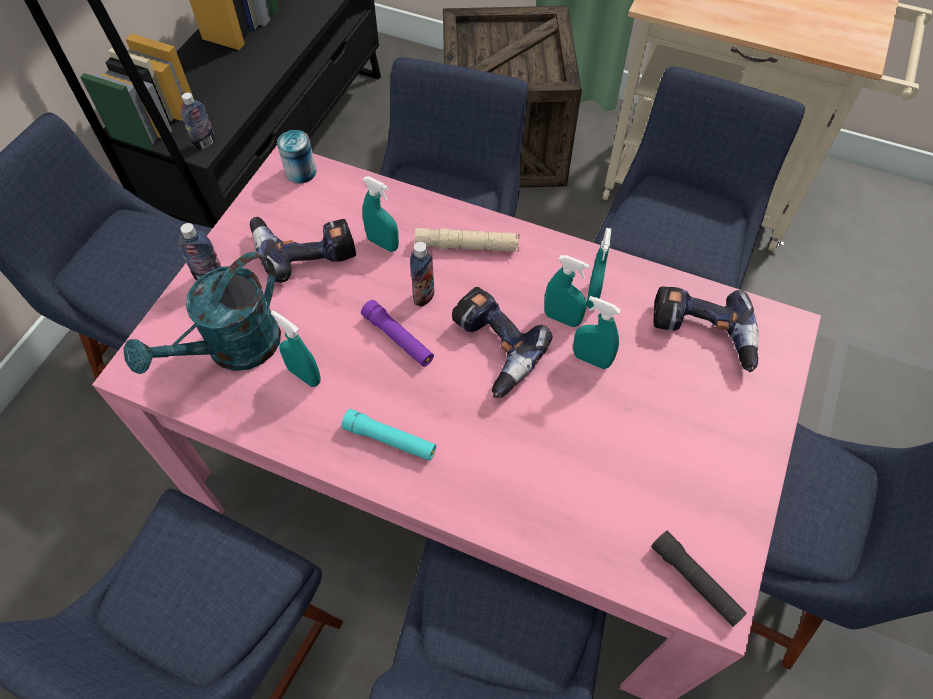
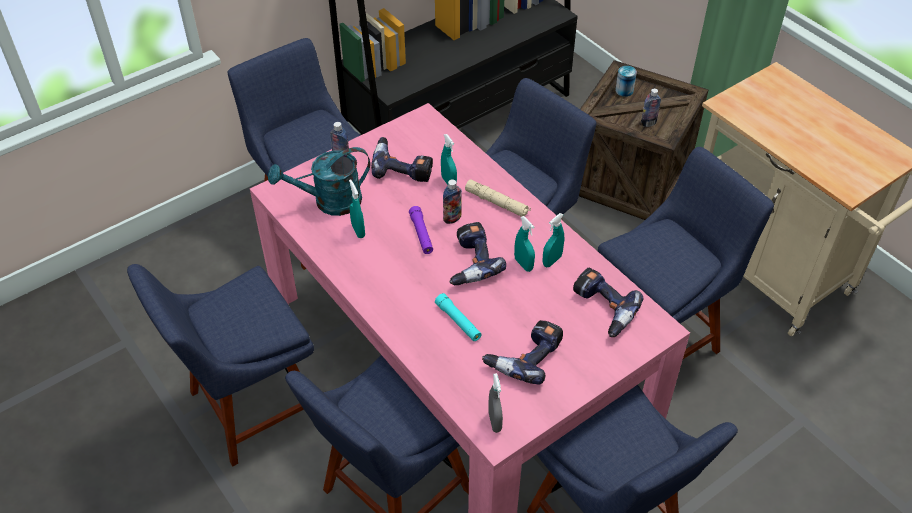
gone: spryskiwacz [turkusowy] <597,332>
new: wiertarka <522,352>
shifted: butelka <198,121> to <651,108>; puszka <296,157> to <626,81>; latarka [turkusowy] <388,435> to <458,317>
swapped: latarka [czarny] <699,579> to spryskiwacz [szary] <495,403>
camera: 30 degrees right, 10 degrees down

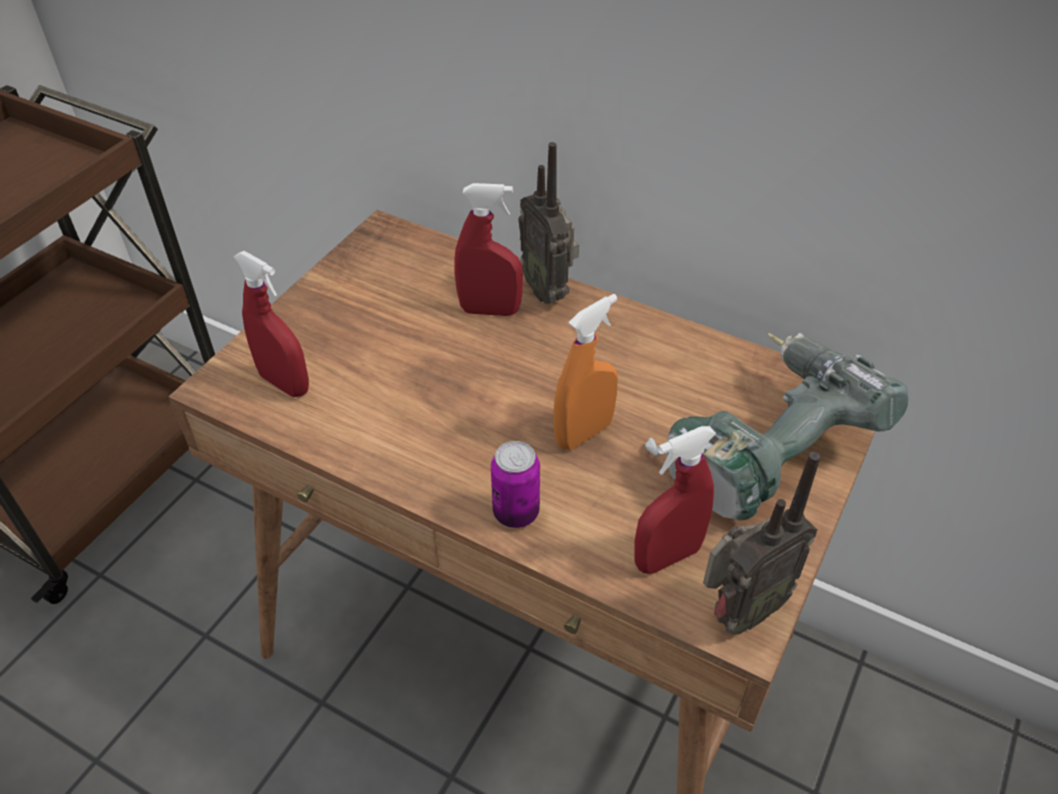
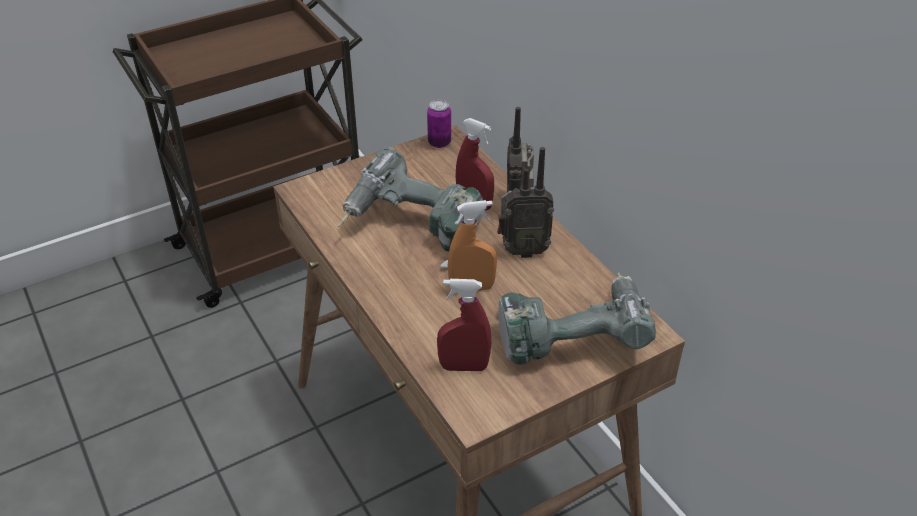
gone: spryskiwacz [czerwony] <271,324>
new: wiertarka <410,208>
shifted: puszka <515,484> to <439,124>; radio <762,543> to <525,202>
camera: 30 degrees right, 5 degrees down

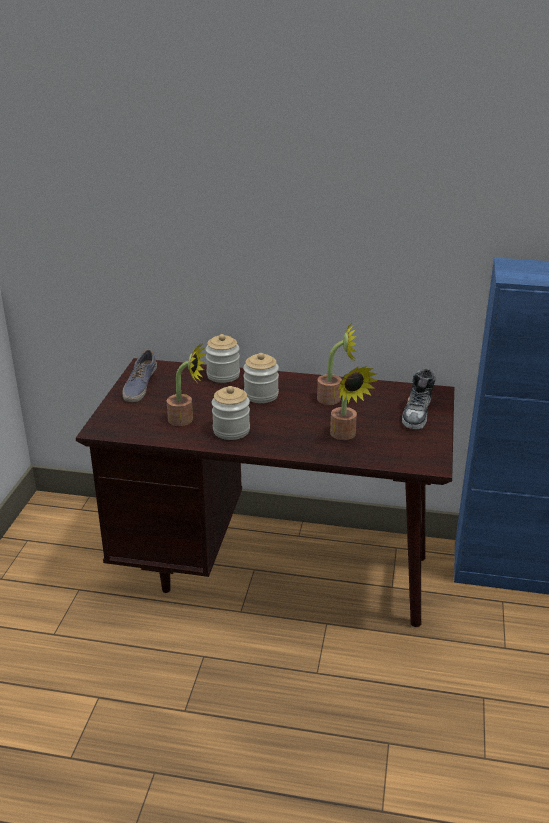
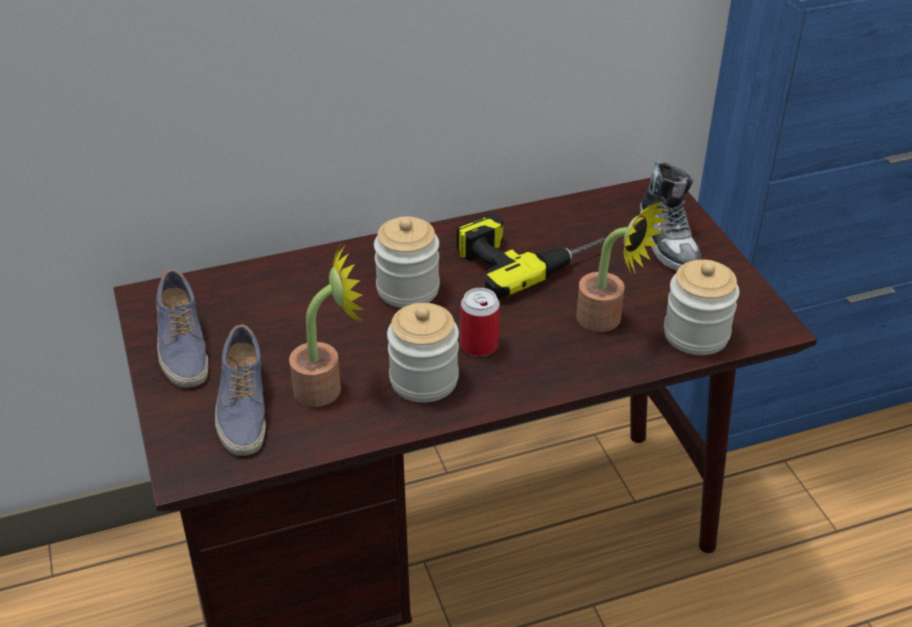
new: but <240,390>; puszka <480,322>
shifted: słoik <222,358> to <702,307>
swapped: roślina doniczkowa <337,364> to wiertarka <531,255>
camera: 30 degrees left, 10 degrees up

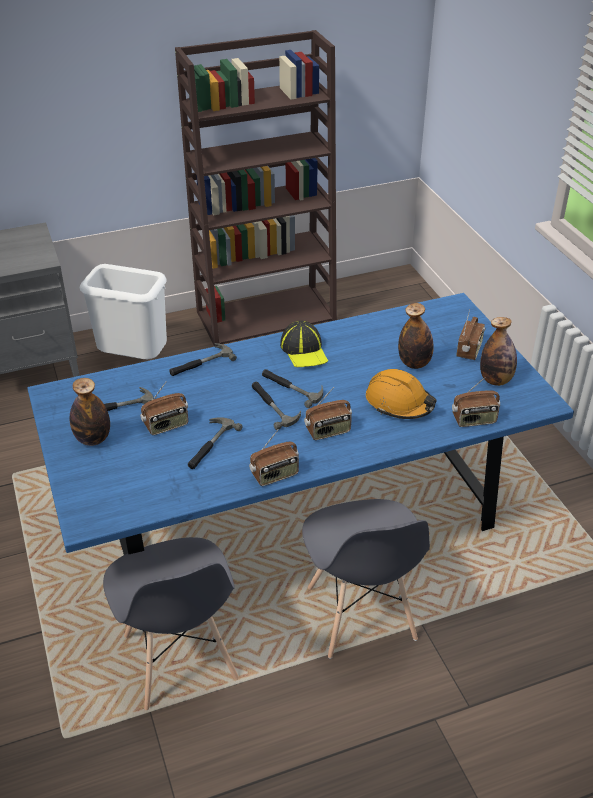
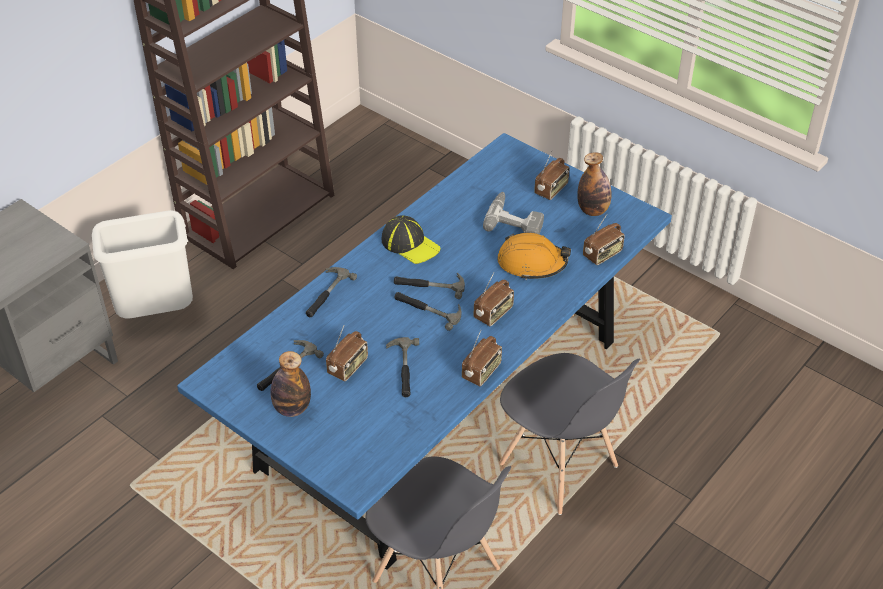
swapped: butelka <416,336> to wiertarka <513,213>
rotated: radio <470,334> = <552,175> 45 degrees clockwise
camera: 30 degrees left, 5 degrees up

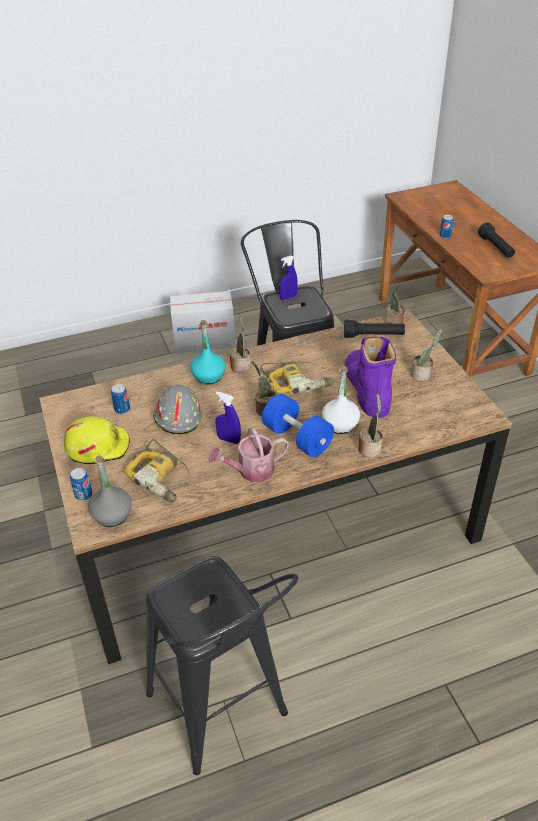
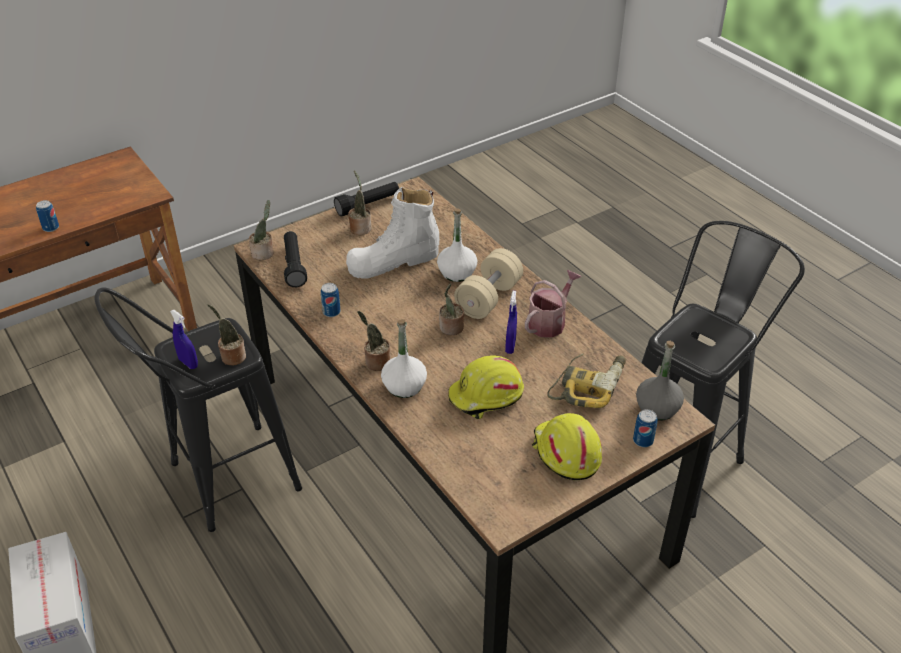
gone: wiertarka <297,378>
shifted: puszka <120,399> to <331,300>; roślina doniczkowa <371,425> to <226,335>; latarka [czarny] <496,240> to <366,199>
repainted: kask [szary] <177,409> to kask [żółty] <486,387>; butelka [turkusowy] <208,352> to butelka [biały] <404,358>; hantel [niebieski] <298,425> to hantel [beżowy] <488,283>; but z cholewką [fioletowy] <370,377> to but z cholewką [biały] <392,233>
rotated: konewka <249,455> = <553,304> 105 degrees counterclockwise
camera: 105 degrees left, 0 degrees up

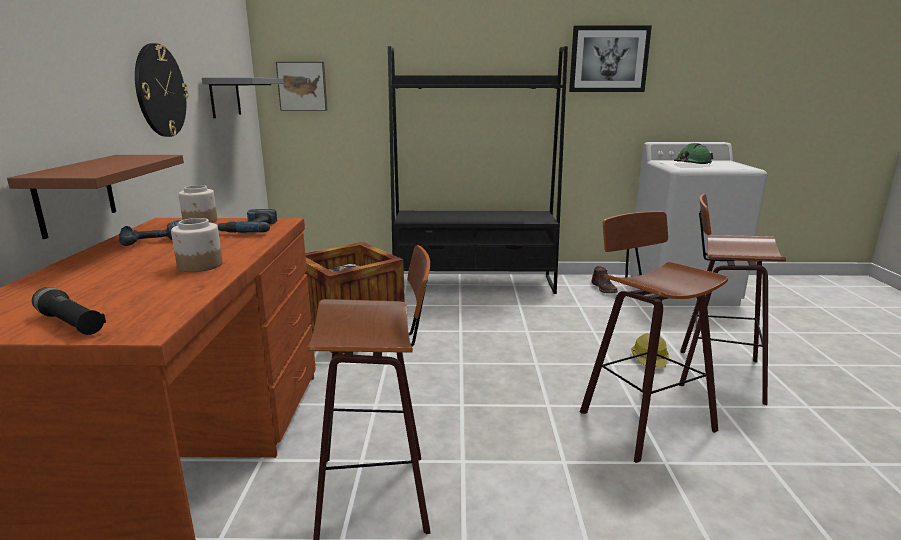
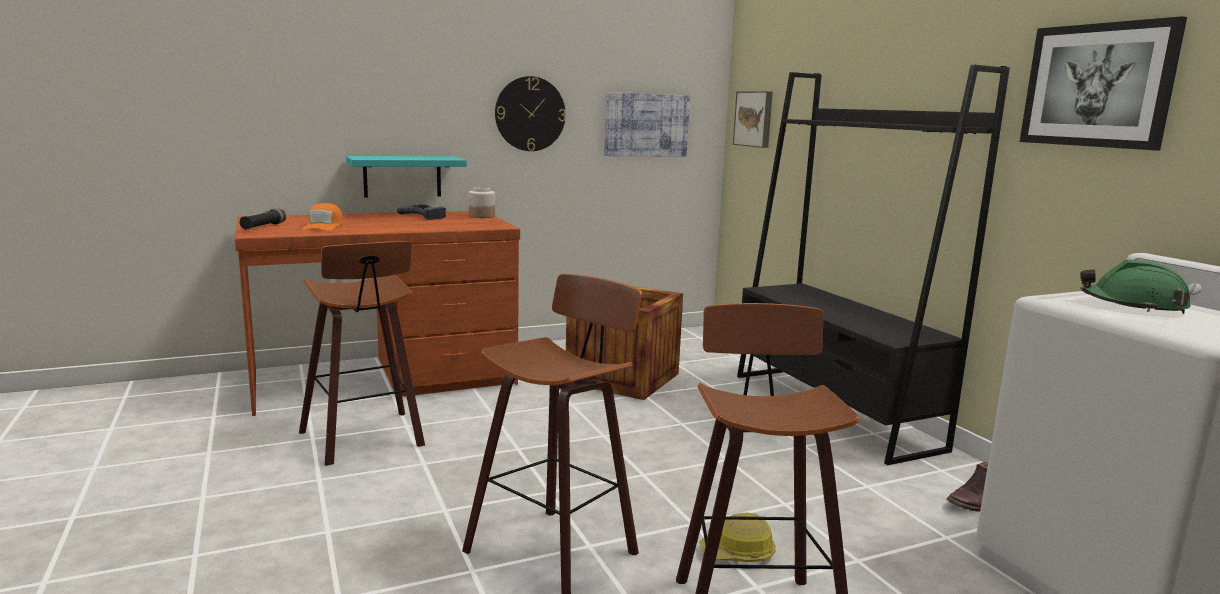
gone: słoik <197,245>; wiertarka <246,221>
new: czapka z daszkiem [pomarańczowy] <322,216>
swapped: półka [szary] <243,98> to obraz <647,124>
repainted: półka [brązowy] <95,197> to półka [turkusowy] <406,177>
camera: 65 degrees right, 5 degrees down

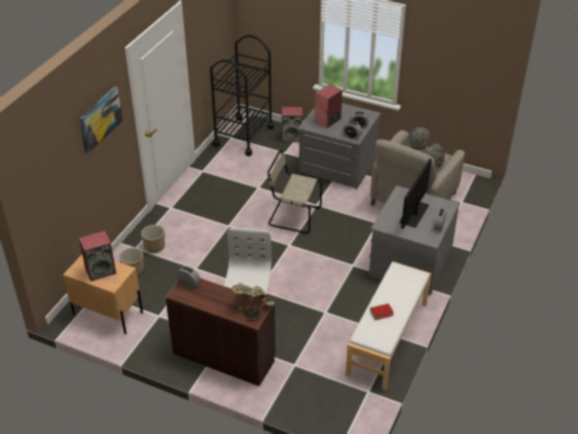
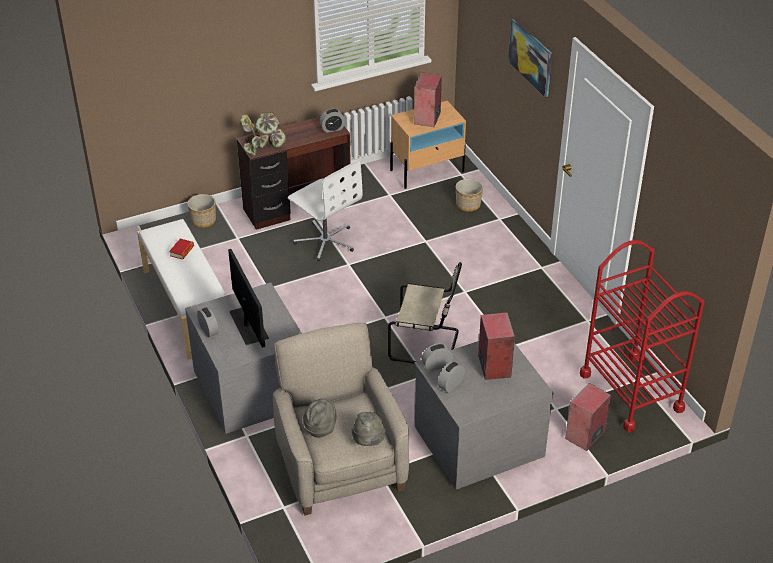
shifted: donica <153,239> to <201,211>
repainted: wózek [czarny] <242,95> to wózek [czerwony] <642,336>
rotated: krzesło [beżowy] <294,192> = <425,313> 45 degrees clockwise
camera: 130 degrees right, 0 degrees up

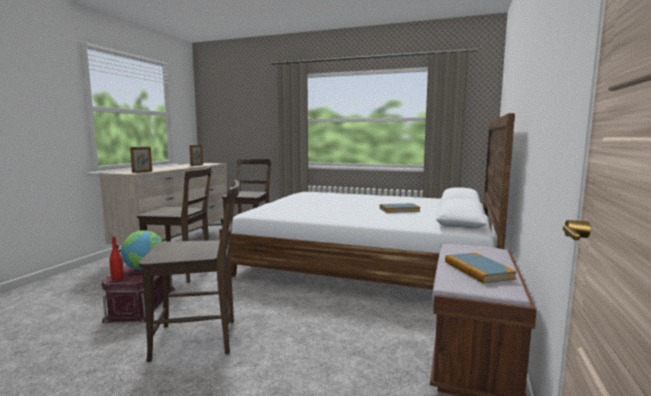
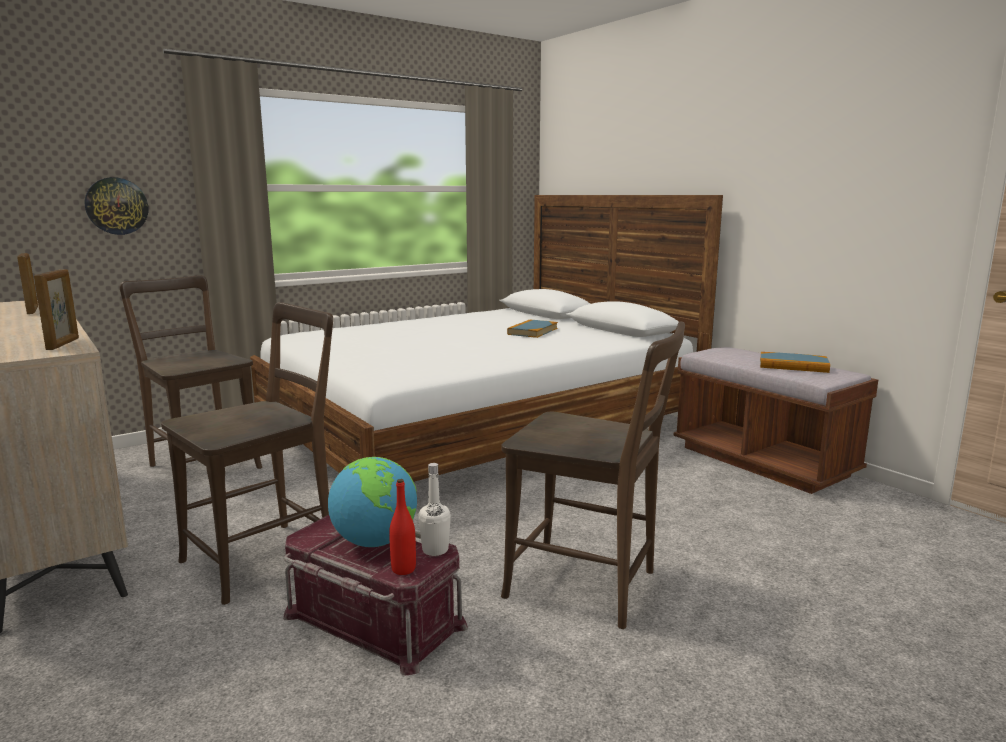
new: zegar ścienny <116,206>; butelka [biały] <434,509>
rotated: krzesło [brązowy] <189,271> = <593,475> 90 degrees clockwise
camera: 55 degrees left, 5 degrees up

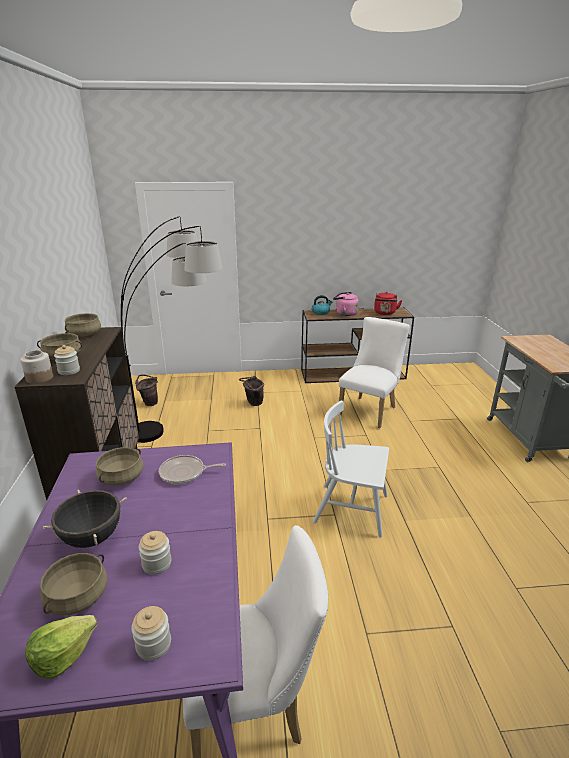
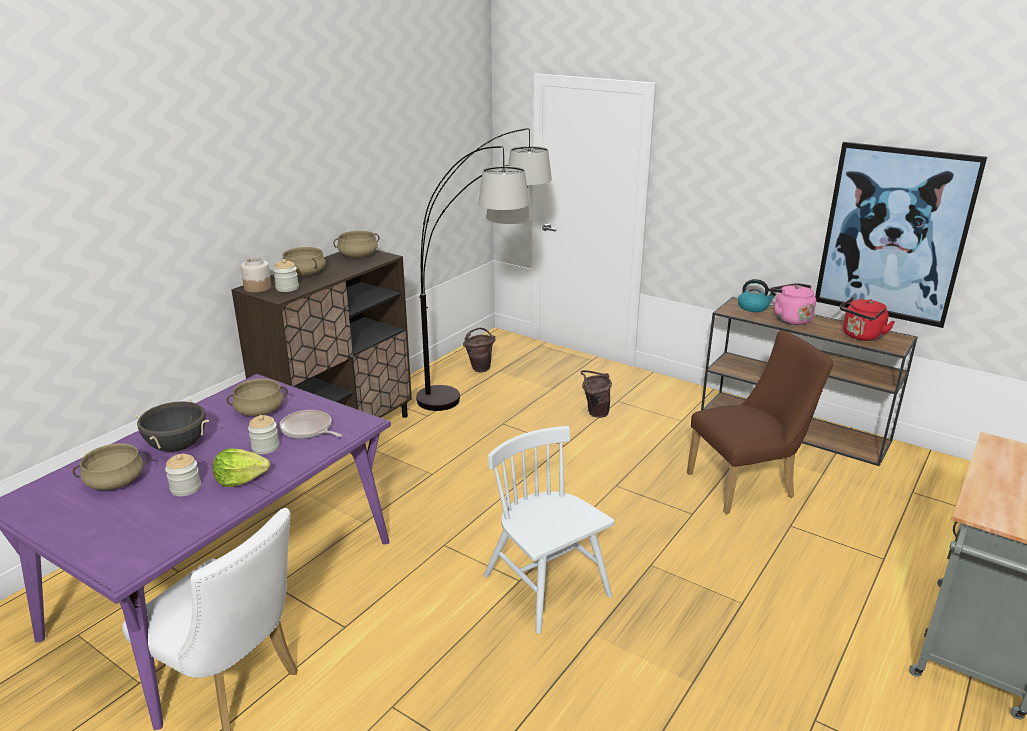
new: obraz <901,235>
shifted: sałata <61,646> to <241,467>; słoik <151,633> to <263,434>
repainted: krzesło [biały] <374,372> to krzesło [brązowy] <760,422>
camera: 40 degrees right, 0 degrees up

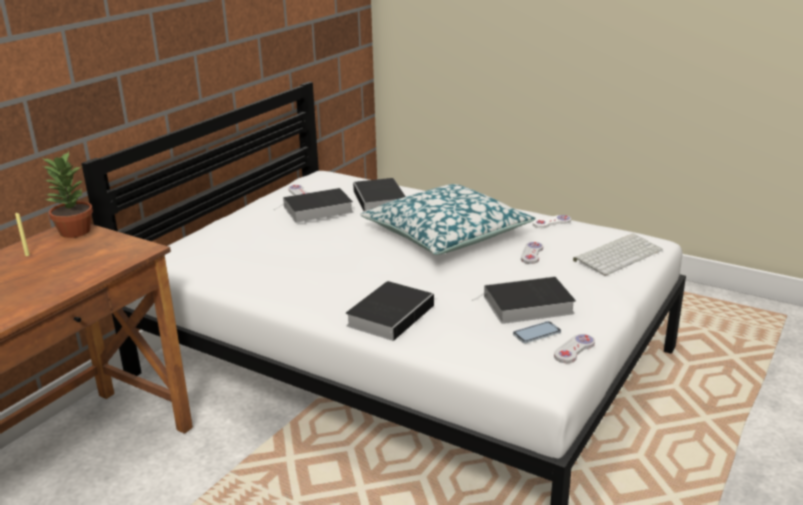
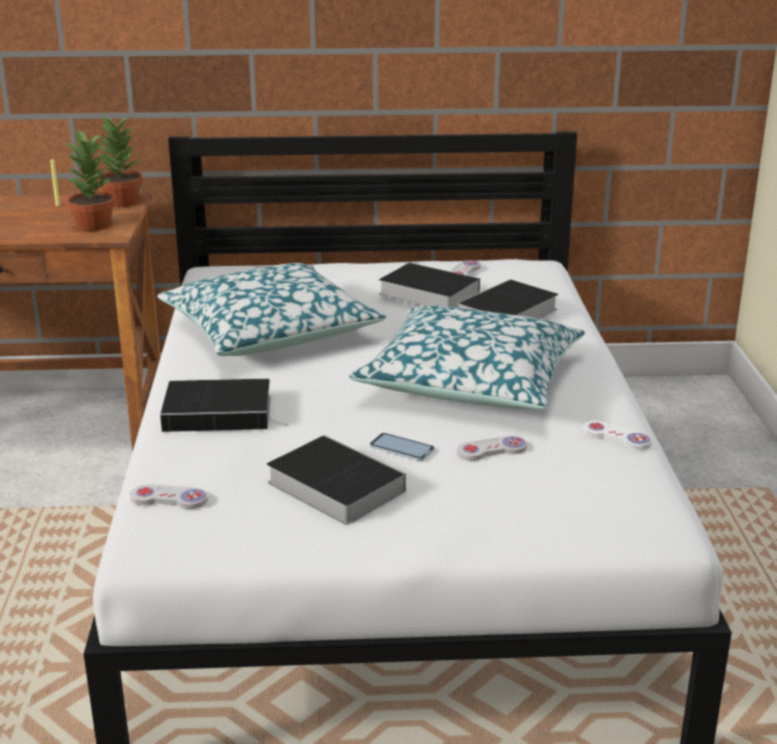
gone: klawiatura <618,254>
new: roślina doniczkowa <90,180>; poduszka <271,309>
shifted: telefon <537,332> to <402,447>; pad do gier [biały] <574,348> to <169,496>
camera: 55 degrees right, 0 degrees up

